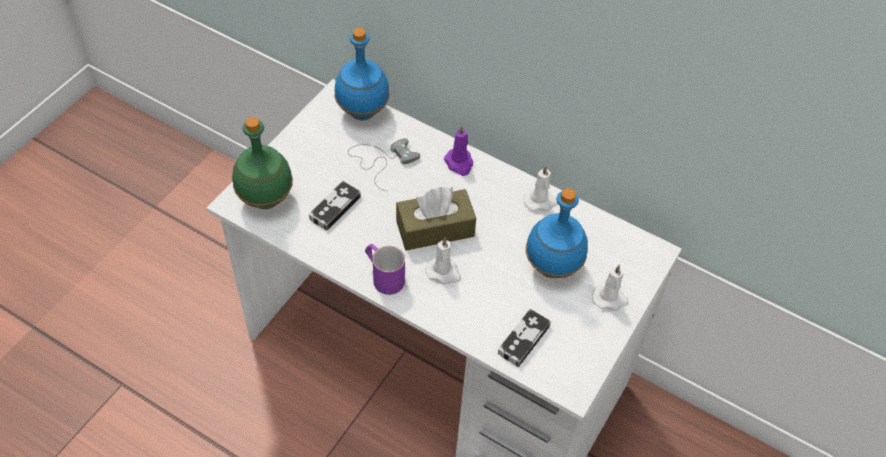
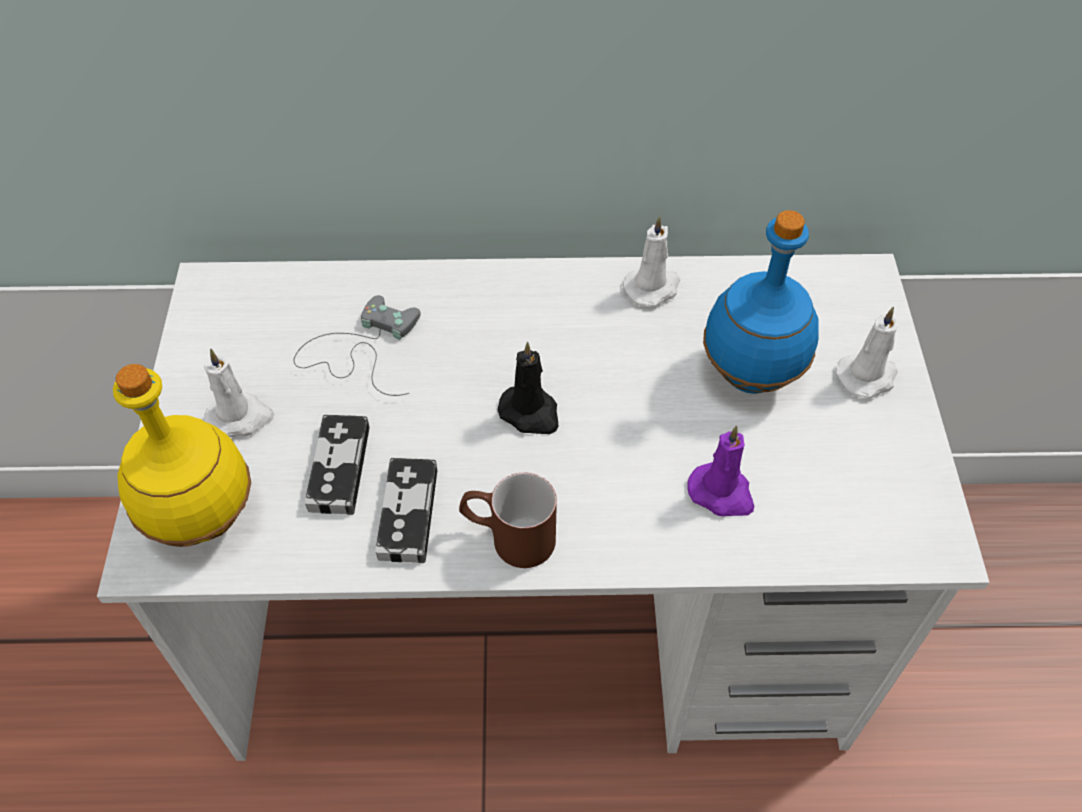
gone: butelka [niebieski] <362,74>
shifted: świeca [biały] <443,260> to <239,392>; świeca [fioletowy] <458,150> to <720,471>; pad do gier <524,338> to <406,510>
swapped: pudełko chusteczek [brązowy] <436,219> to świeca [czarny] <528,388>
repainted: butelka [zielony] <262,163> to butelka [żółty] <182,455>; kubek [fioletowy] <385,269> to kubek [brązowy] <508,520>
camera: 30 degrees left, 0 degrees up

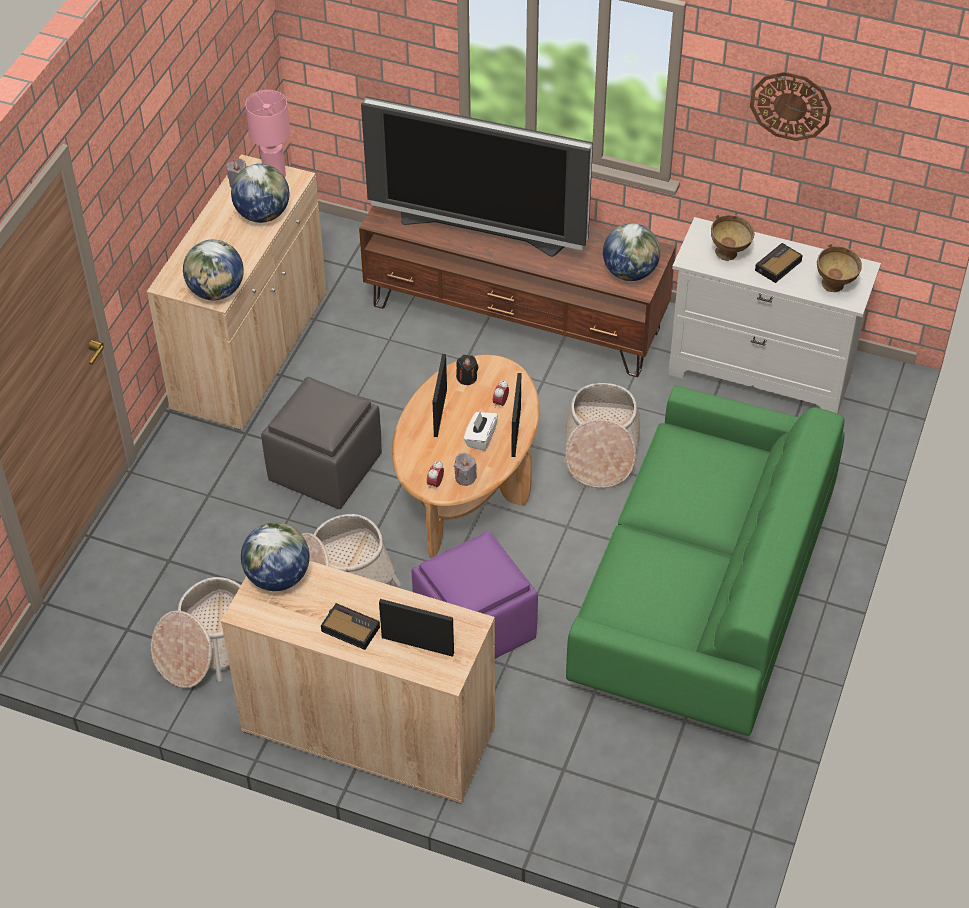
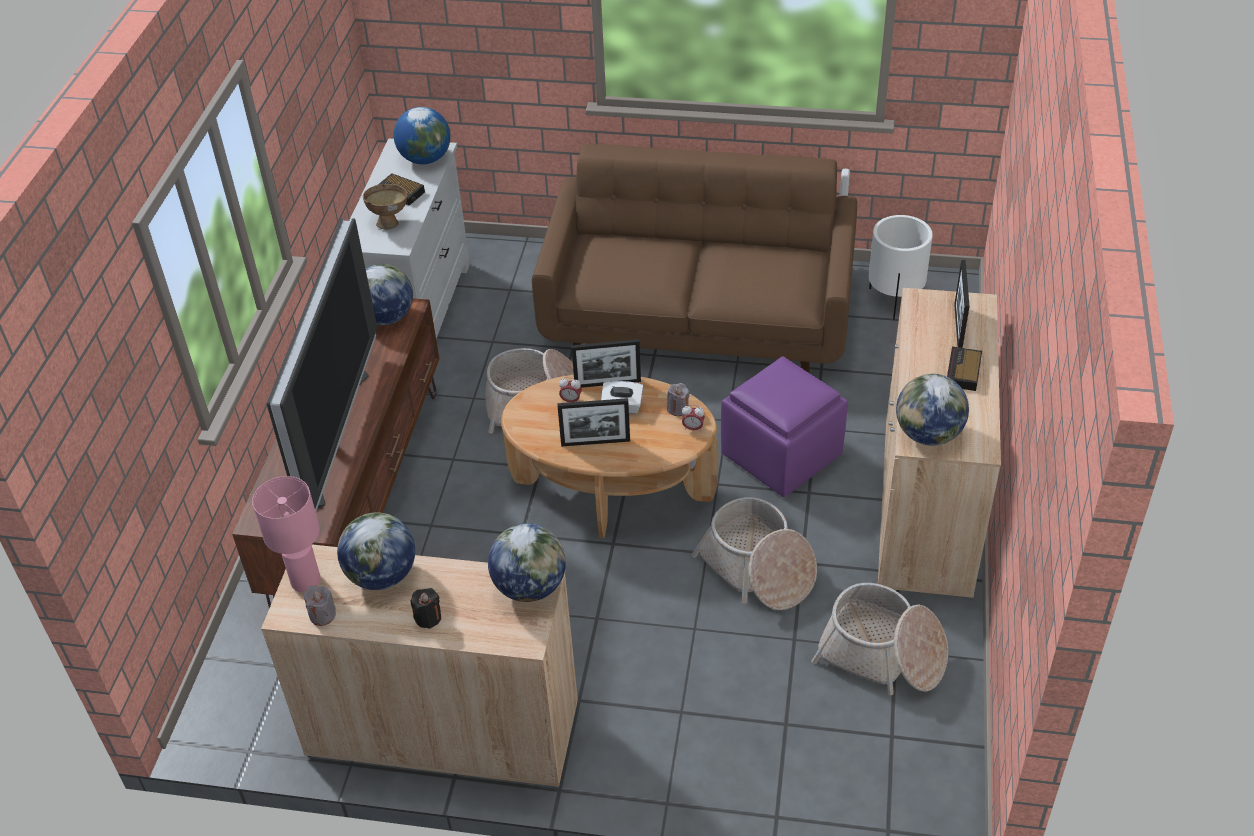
gone: pufa [szary] <321,442>; zegar ścienny <791,106>
new: donica [biały] <901,267>
shifted: świeca [czarny] <467,370> to <425,608>
swapped: miska [brązowy] <839,268> to globus <422,135>
repainted: kanapa [zielony] <705,560> to kanapa [brązowy] <694,258>
camera: 100 degrees left, 5 degrees down

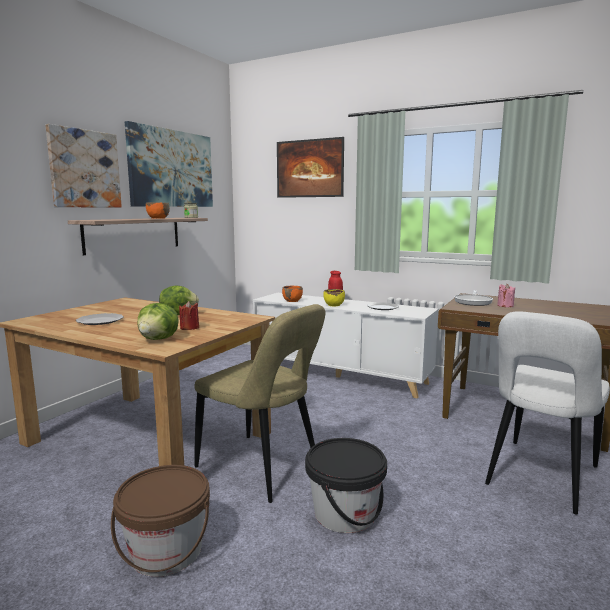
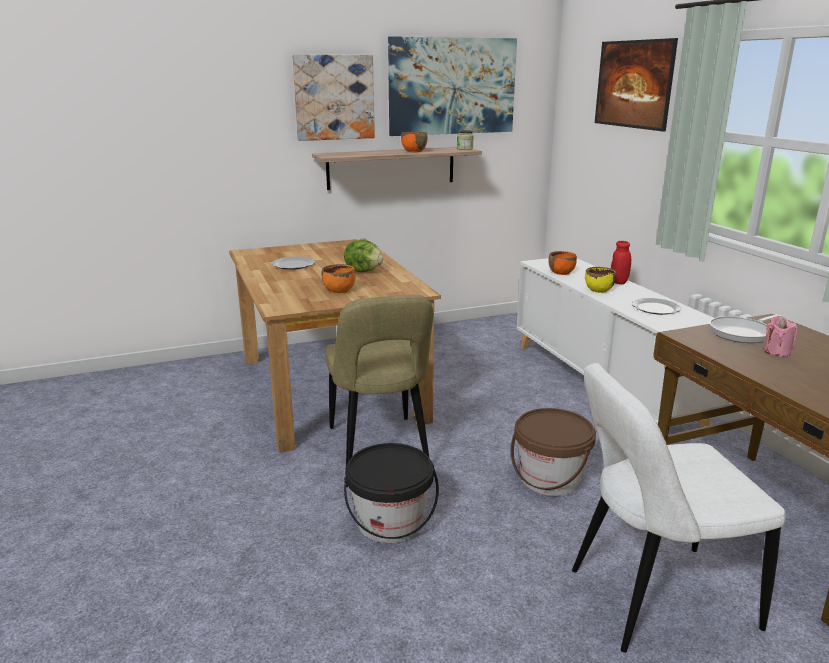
gone: sałata <158,321>
shifted: wiadro [brązowy] <160,521> to <553,452>
swapped: świeca [czerwony] <189,315> to miska [pomarańczowy] <338,279>
camera: 40 degrees right, 10 degrees up

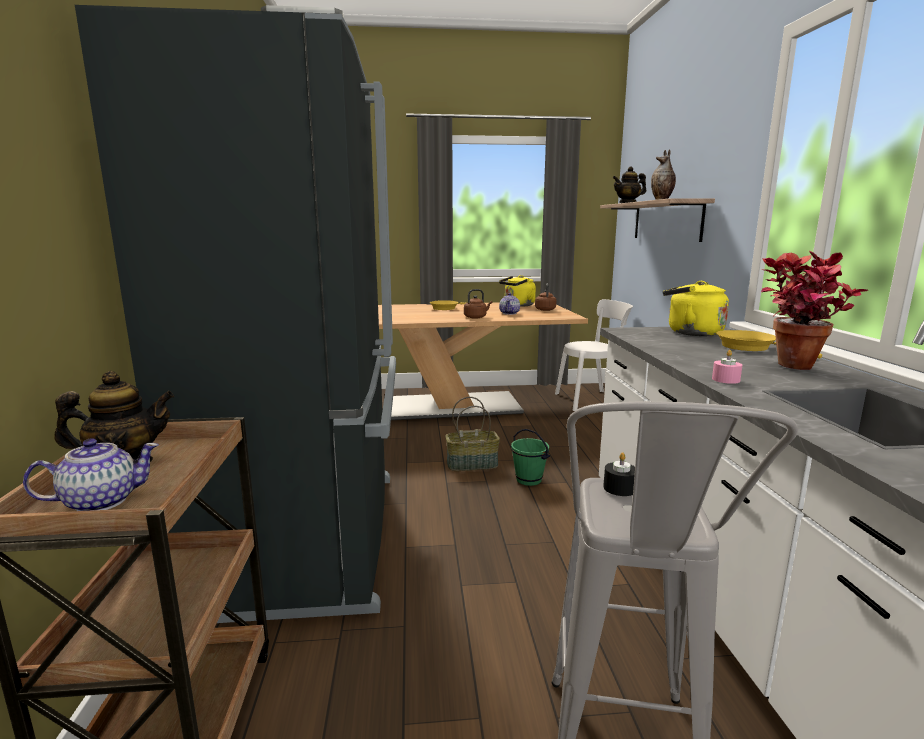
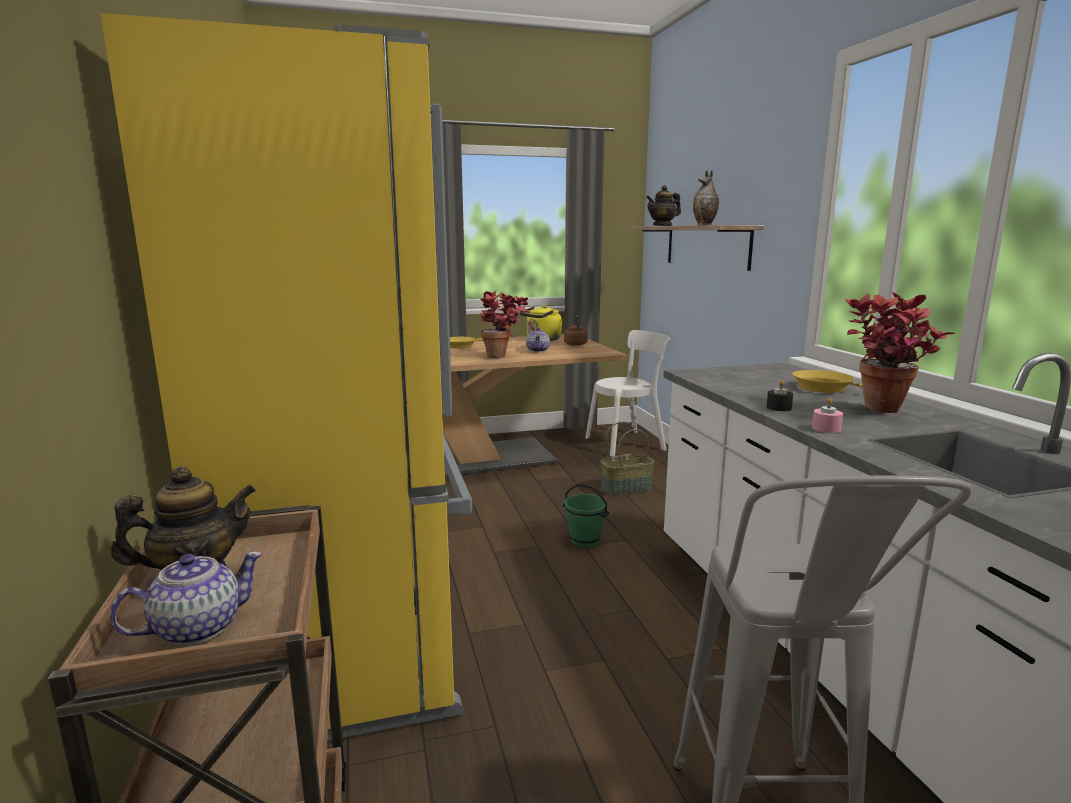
gone: czajnik [żółty] <696,308>
shifted: koszyk <472,434> to <627,458>; świeca [czarny] <619,474> to <779,395>
swapped: czajnik [brązowy] <478,303> to roślina doniczkowa <505,324>
repainted: lodówka [czarny] <235,314> to lodówka [żółty] <286,377>
camera: 10 degrees left, 0 degrees up

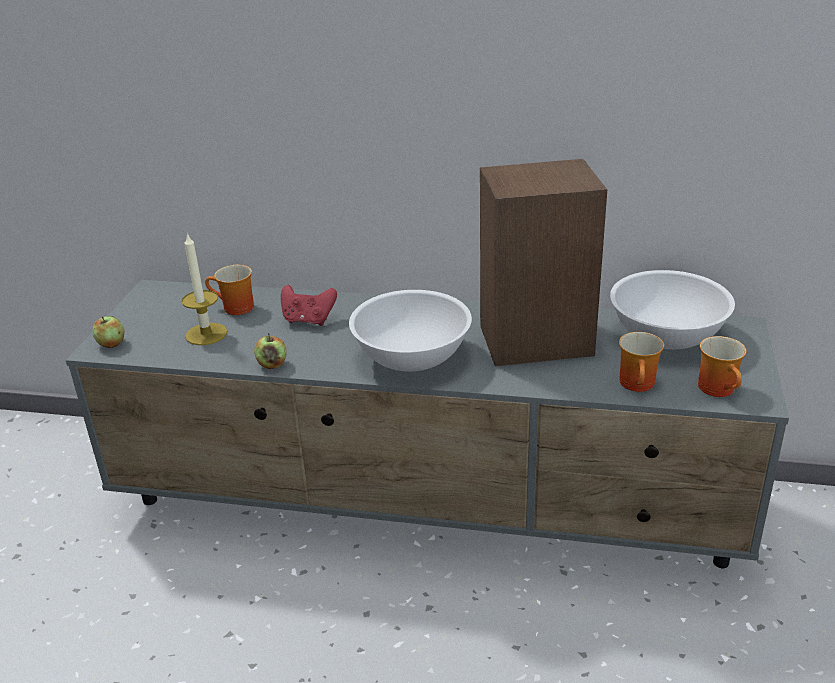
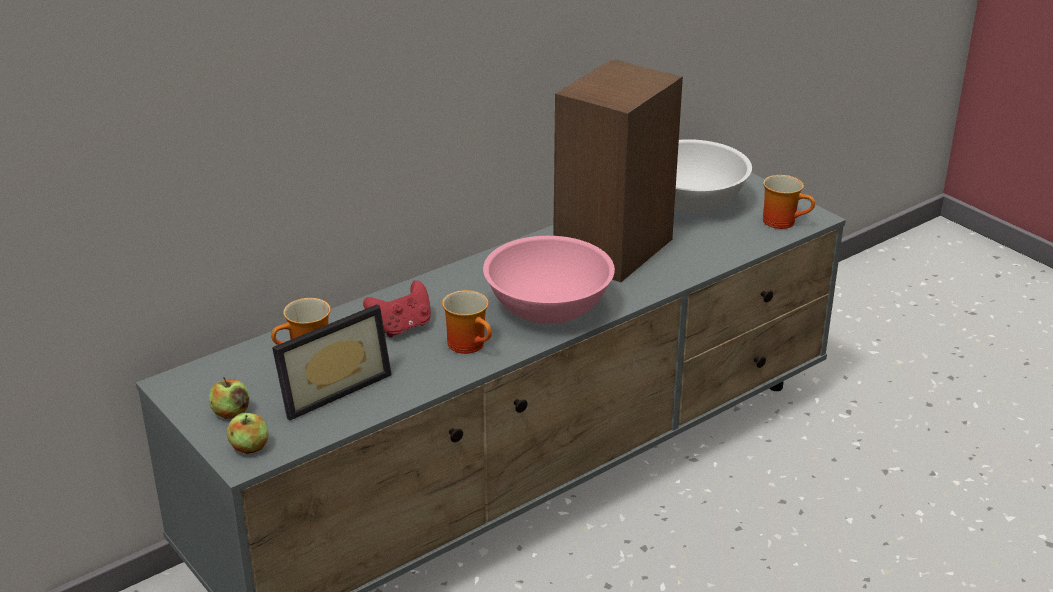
shifted: jabłko <270,351> to <229,398>; kubek <641,362> to <467,322>
swapped: świeca <204,288> to ramka na zdjęcie <332,362>
repainted: miska [biały] <410,331> to miska [różowy] <549,280>
camera: 50 degrees left, 0 degrees up

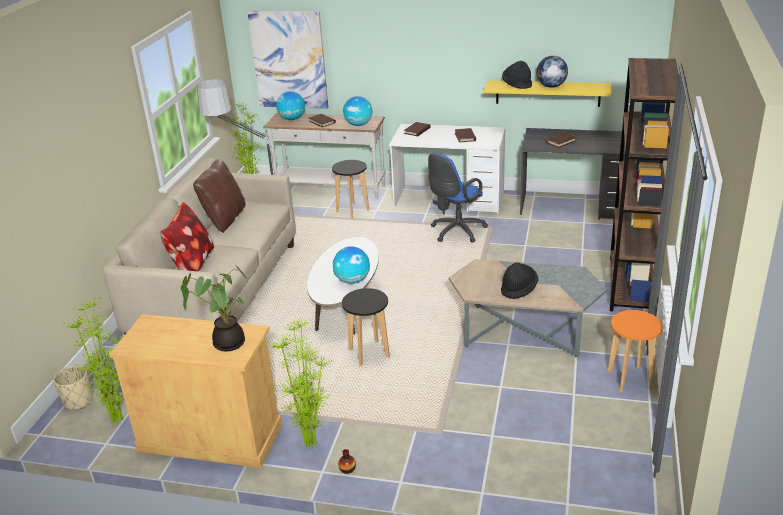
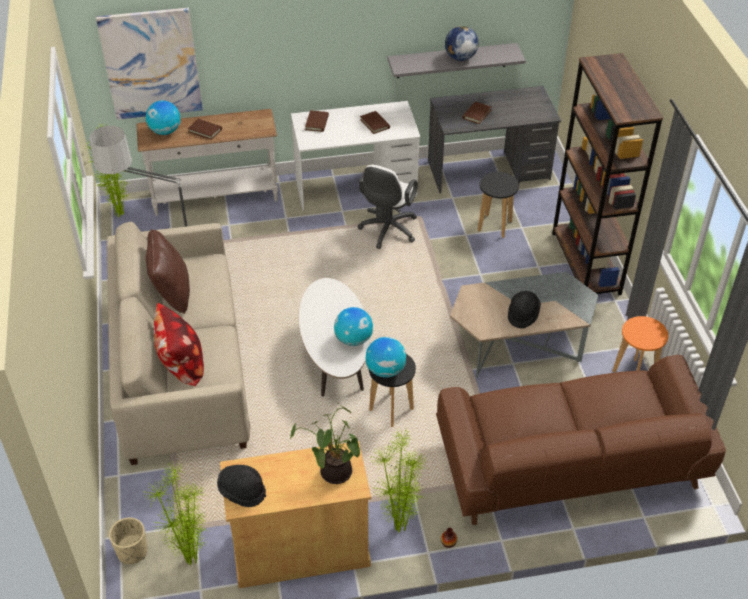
new: kanapa [brązowy] <581,439>
shifted: stołek [czarny] <350,189> to <498,205>; globus <357,111> to <385,357>; kapelusz [czarny] <517,75> to <241,486>
repainted: krzesło biurowe [niebieski] <458,197> to krzesło biurowe [biały] <388,207>; półka [żółty] <547,93> to półka [szary] <457,60>
camera: 25 degrees left, 15 degrees up

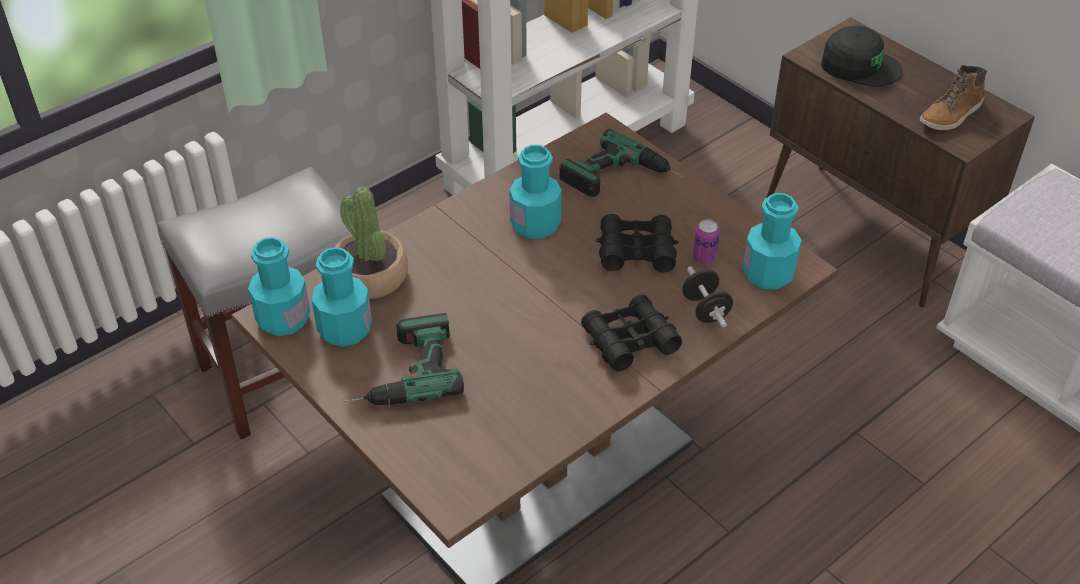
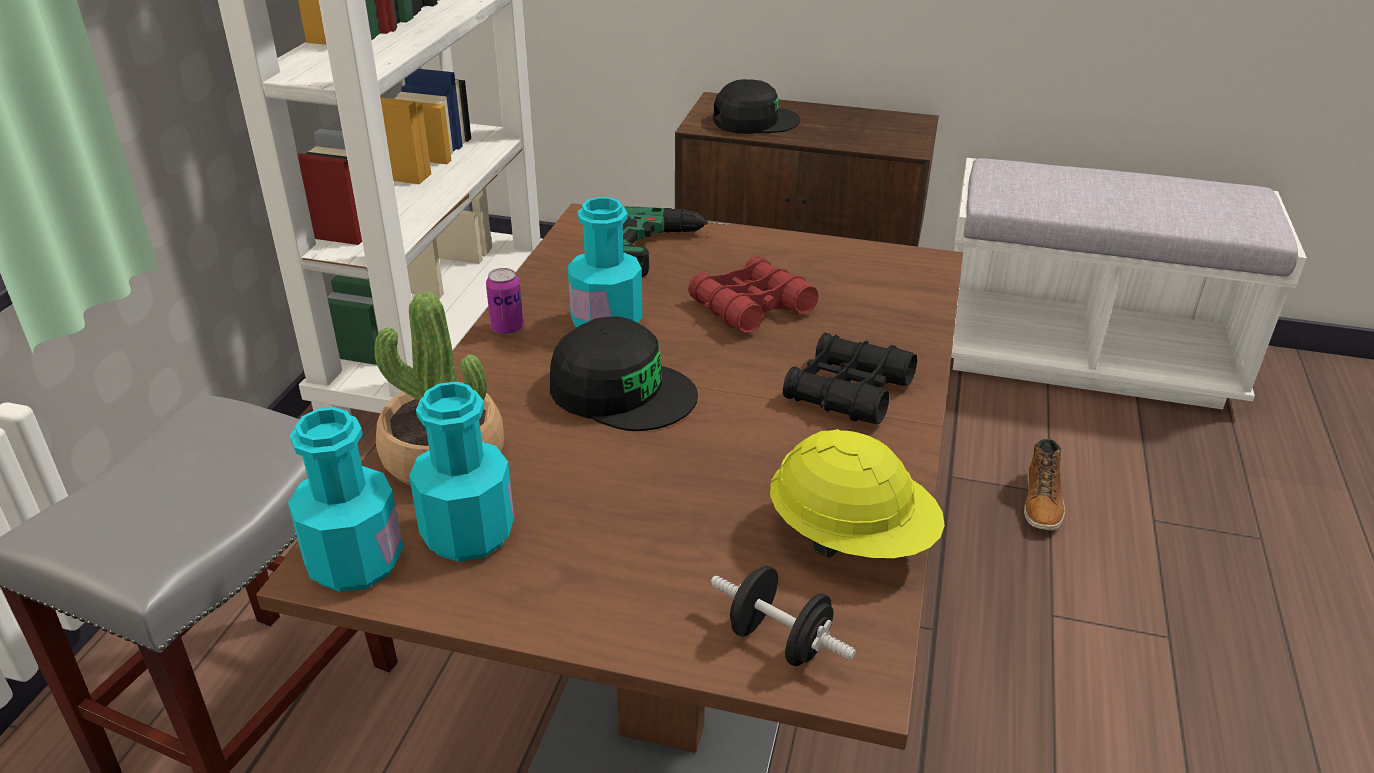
gone: wiertarka <403,359>; butelka [turkusowy] <772,241>
new: czapka z daszkiem [czarny] <624,373>; kask [żółty] <857,493>
shifted: hantel [czarny] <707,297> to <783,616>; puszka <706,242> to <504,301>; but z cholewką <953,98> to <1044,485>
repainted: lornetka [czarny] <637,243> to lornetka [czerwony] <753,294>
camera: 35 degrees left, 10 degrees down

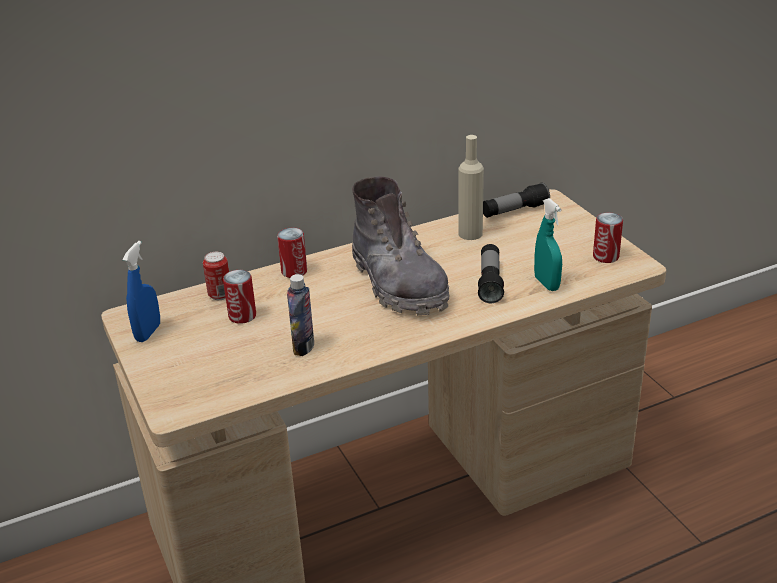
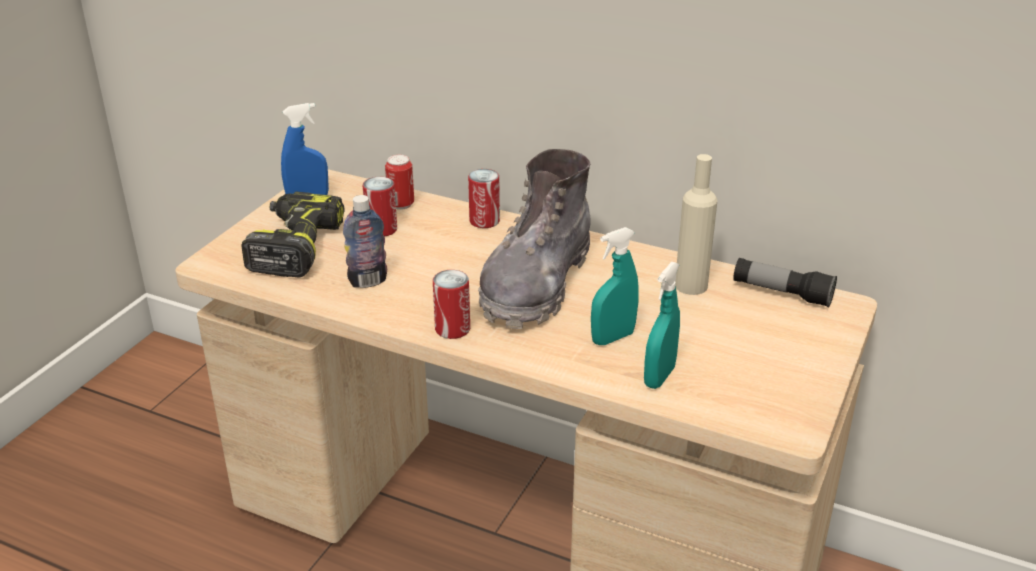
new: wiertarka <292,234>
shifted: puszka <608,237> to <451,304>
swapped: latarka <491,273> to spryskiwacz [turkusowy] <615,286>
camera: 50 degrees right, 0 degrees up

